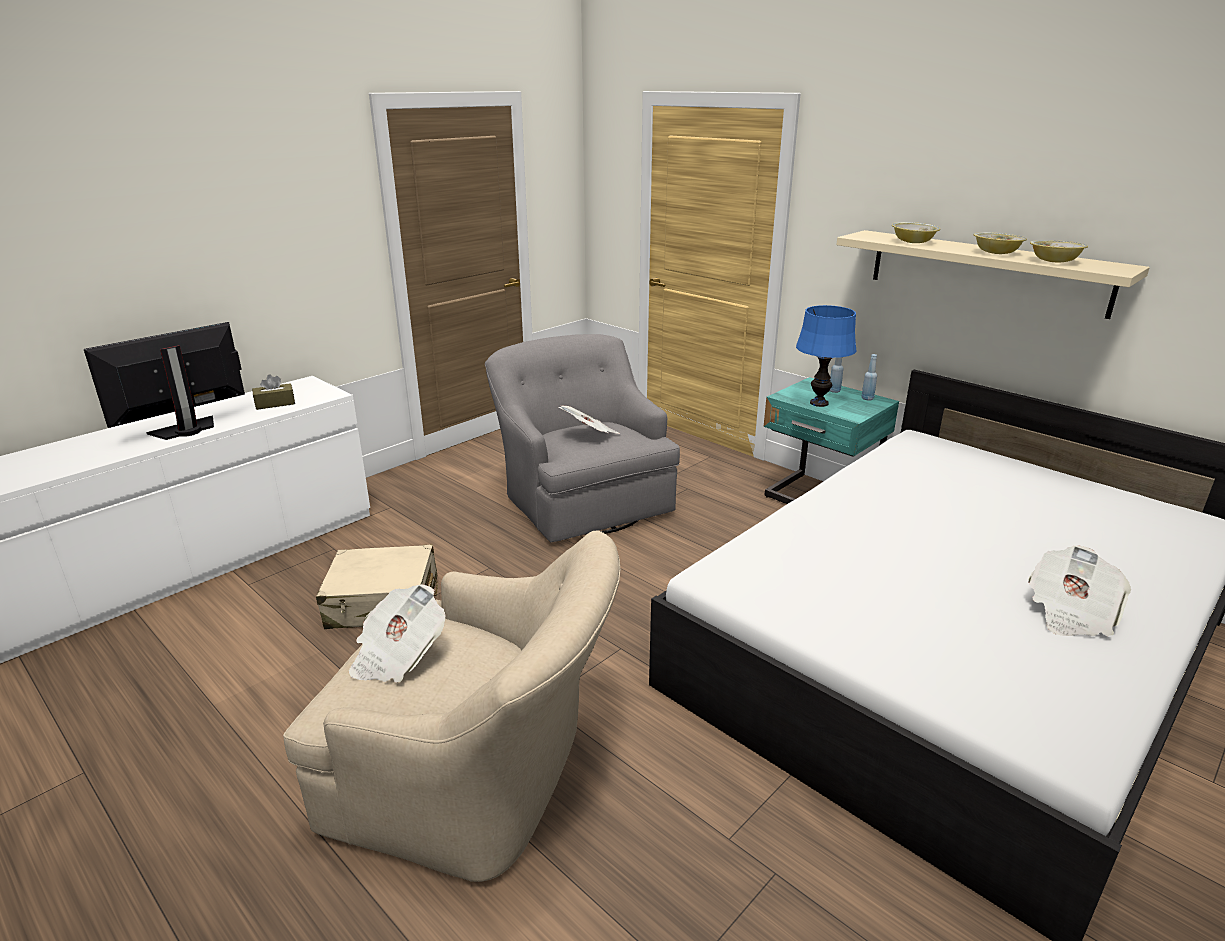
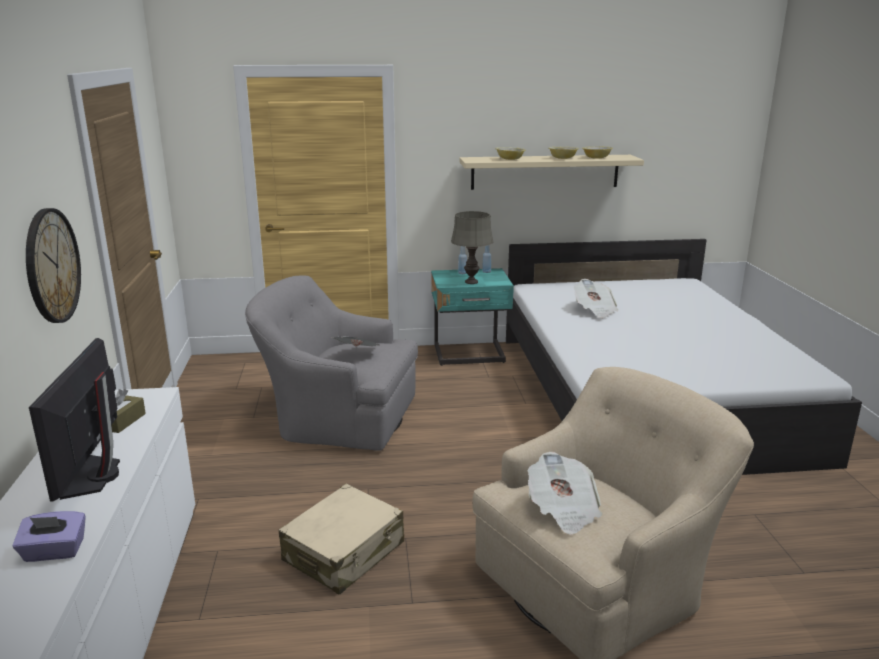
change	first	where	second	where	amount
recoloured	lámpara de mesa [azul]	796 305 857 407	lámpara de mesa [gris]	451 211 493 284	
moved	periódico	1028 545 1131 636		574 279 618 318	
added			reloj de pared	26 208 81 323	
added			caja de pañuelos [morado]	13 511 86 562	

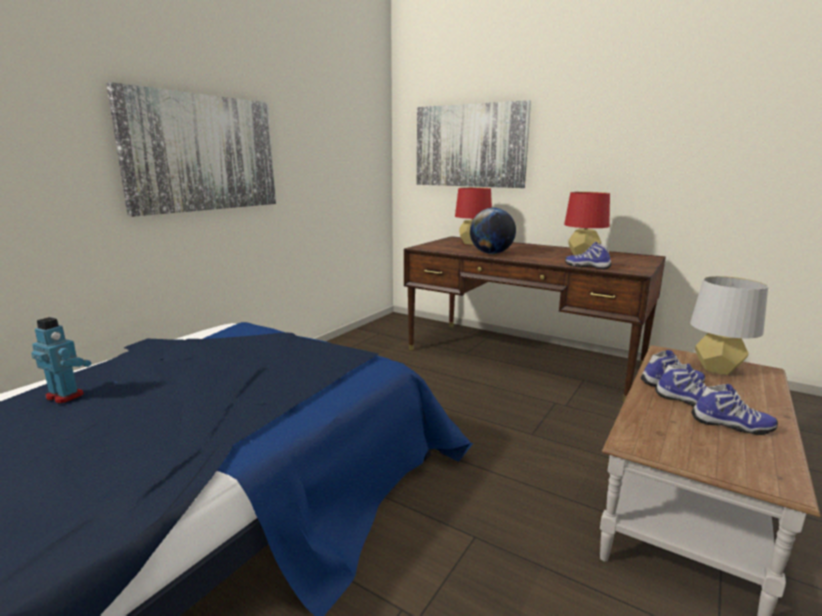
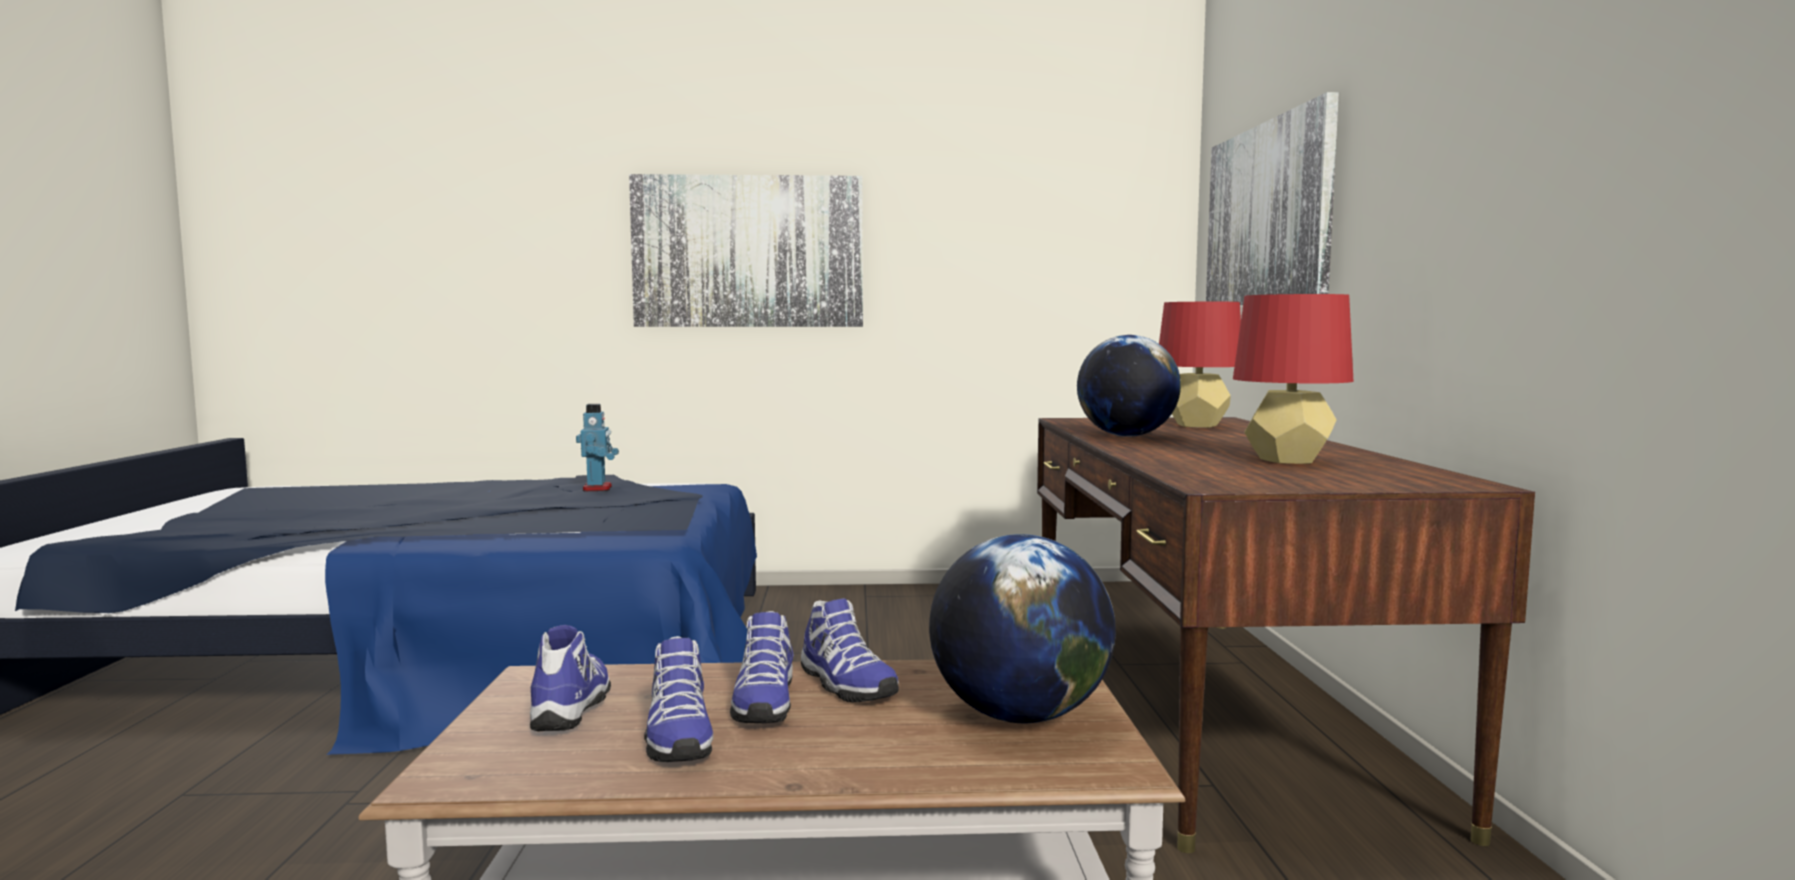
change	first	where	second	where	amount
moved	zapato	565 242 612 269		530 625 611 731	
replaced	lámpara de mesa [gris]	690 276 768 375	globo terráqueo	929 534 1116 723	
moved	robot de juguete	31 317 91 404		576 404 619 491	

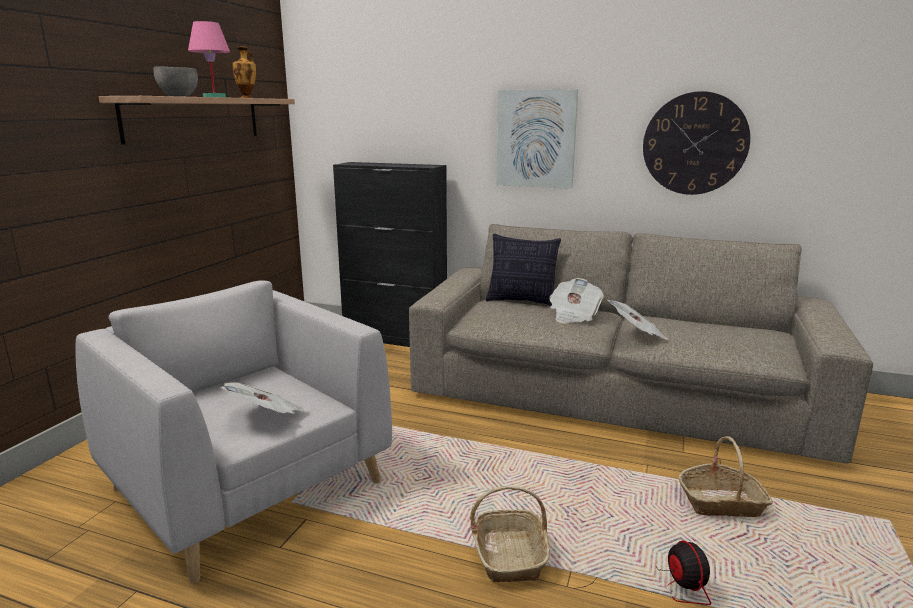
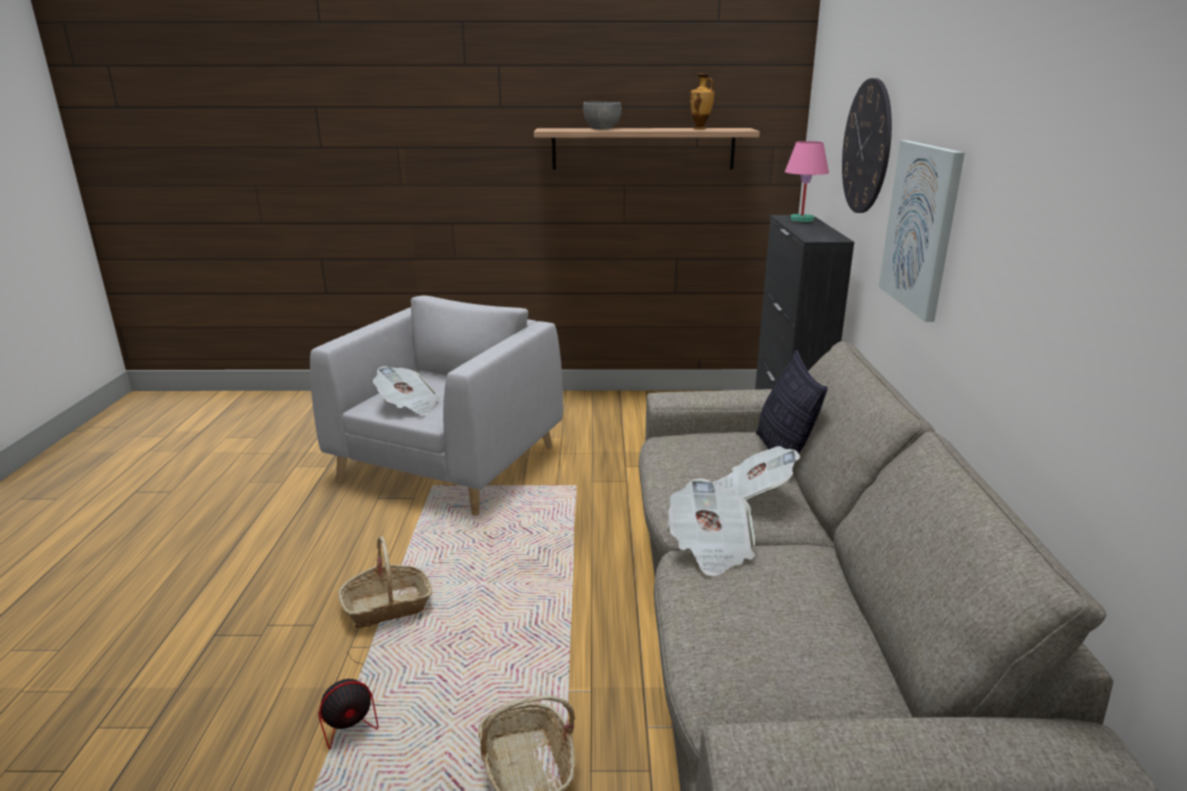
change	first	where	second	where	amount
moved	lámpara de mesa [rosa]	188 21 230 97		785 141 829 222	
moved	reloj de pared	643 91 750 195		842 78 892 213	

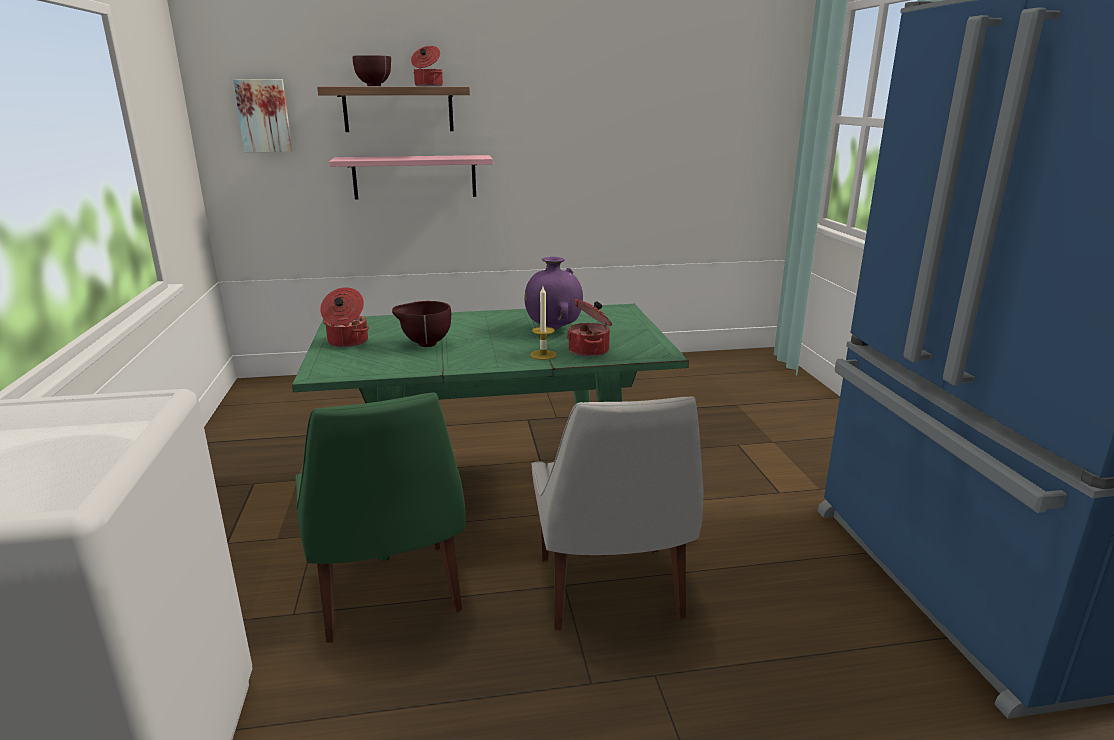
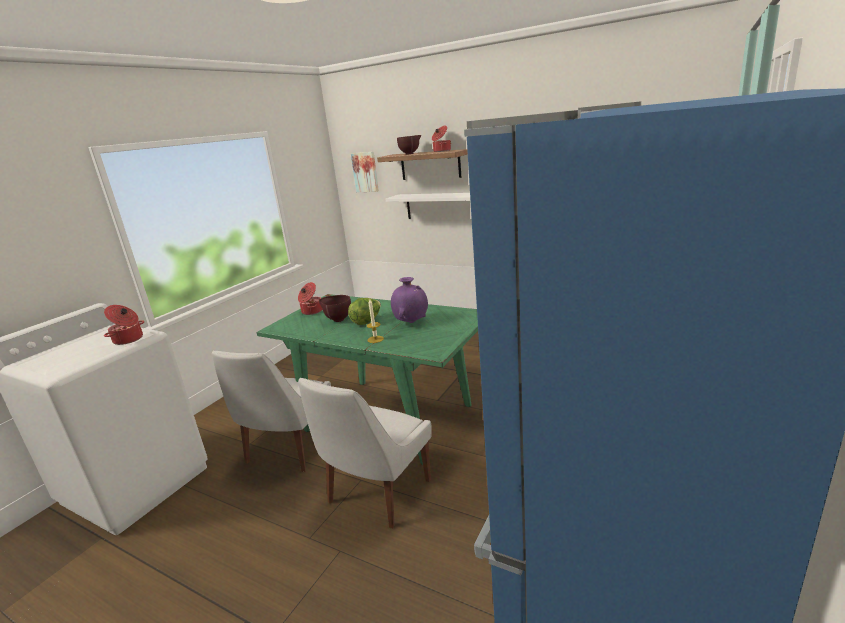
change	first	where	second	where	amount
recoloured	estante [rosa]	329 155 493 200	estante [blanco]	385 193 470 219	
moved	olla	567 299 612 357		104 305 144 345	
recoloured	silla [verde]	295 392 466 643	silla [blanco]	212 351 331 472	
added			lechuga	348 298 381 325	

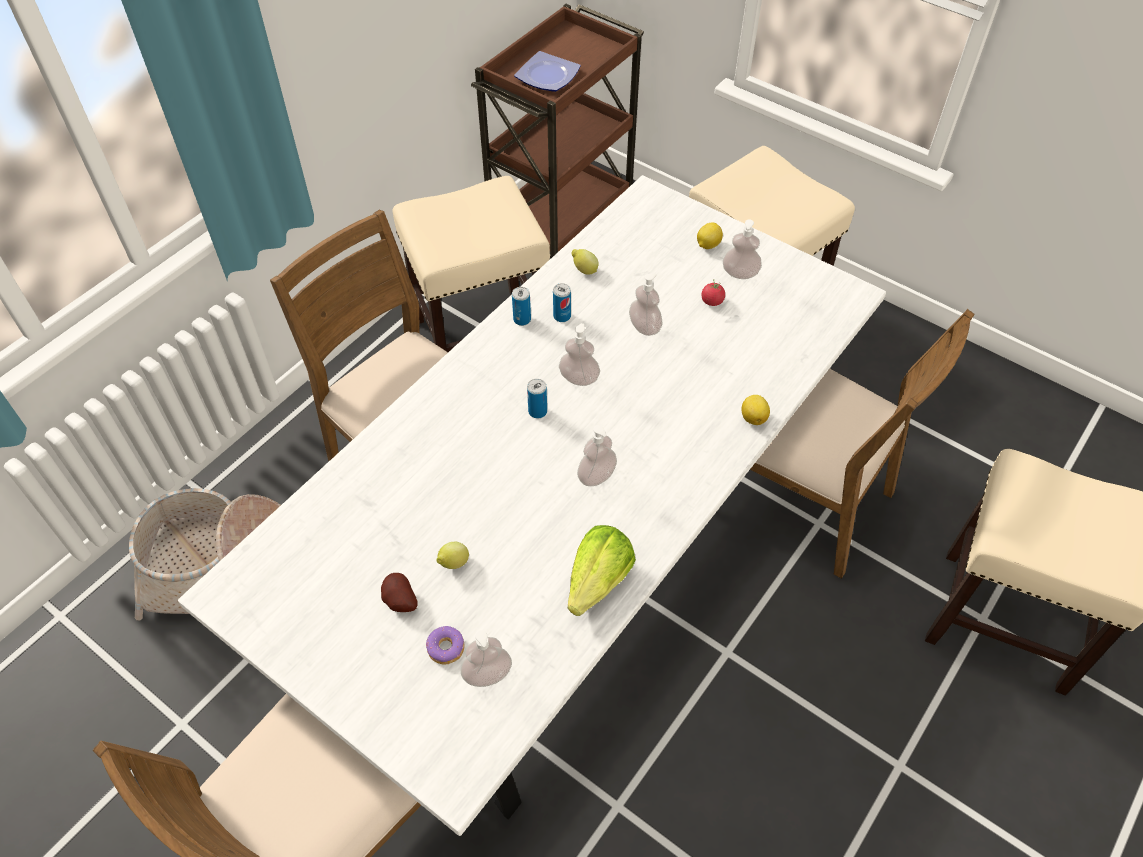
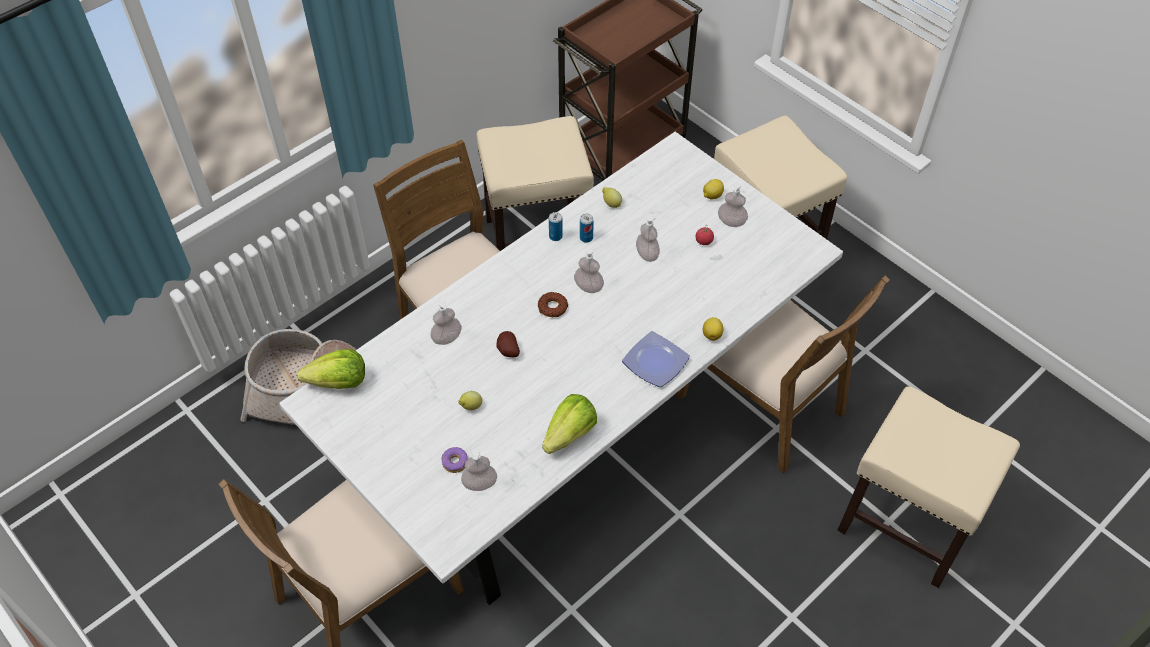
change	first	where	second	where	amount
moved	plato	514 51 581 92		622 331 690 387	
replaced	lata	527 379 547 419	rosquilla	538 292 568 317	
moved	dispensador de jabón	577 425 617 486		430 300 462 345	
moved	patata	381 573 418 612		496 331 520 357	
added			lechuga	297 349 365 389	

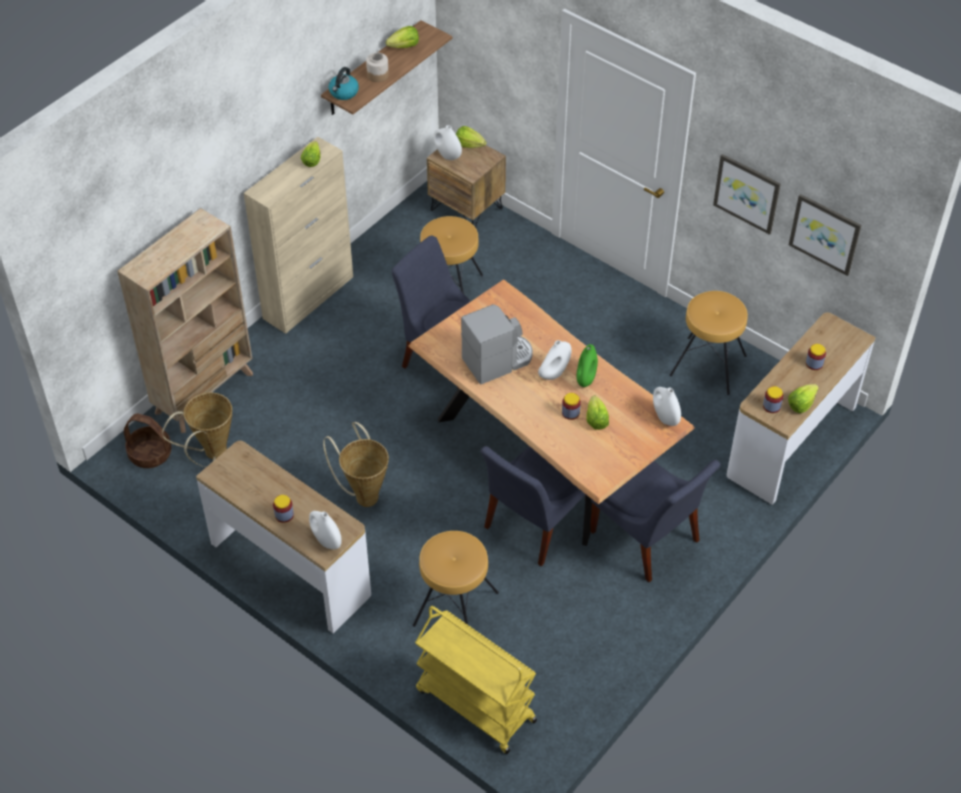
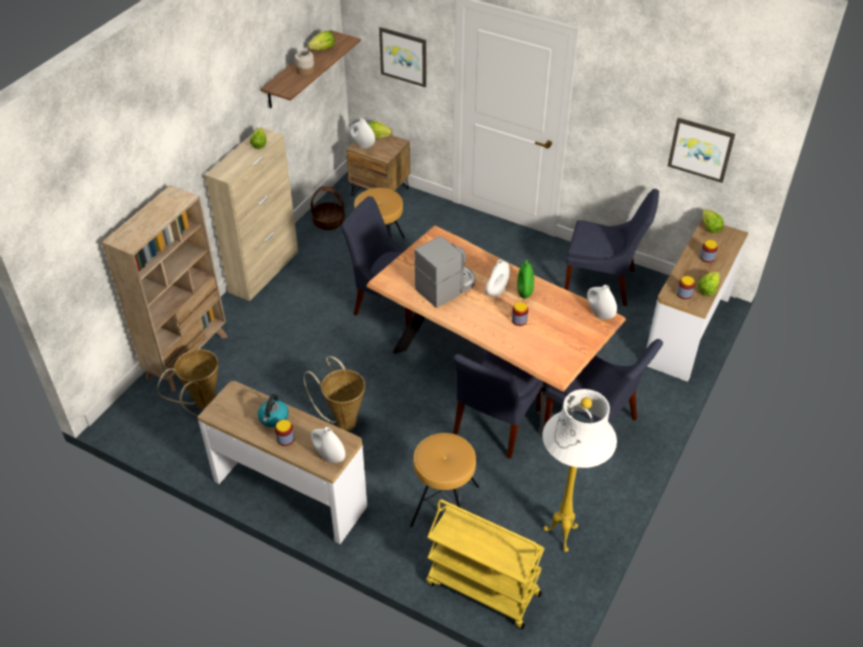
change	first	where	second	where	amount
moved	hervidor	329 67 359 100		258 394 289 427	
moved	cuadro	713 154 781 235		379 27 427 87	
replaced	taburete [marrón]	670 291 748 395	silla [azul]	565 189 659 306	
moved	lechuga	586 396 609 430		702 209 724 233	
moved	cesta	124 413 172 468		311 186 345 230	
added			lámpara de pie [blanco]	542 389 617 552	

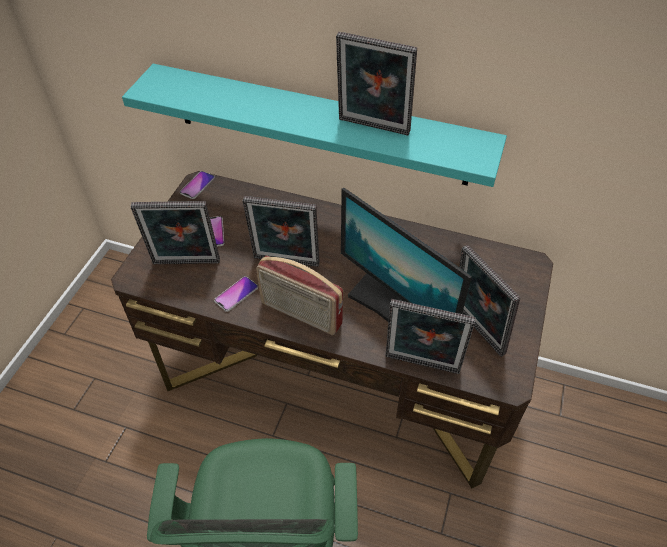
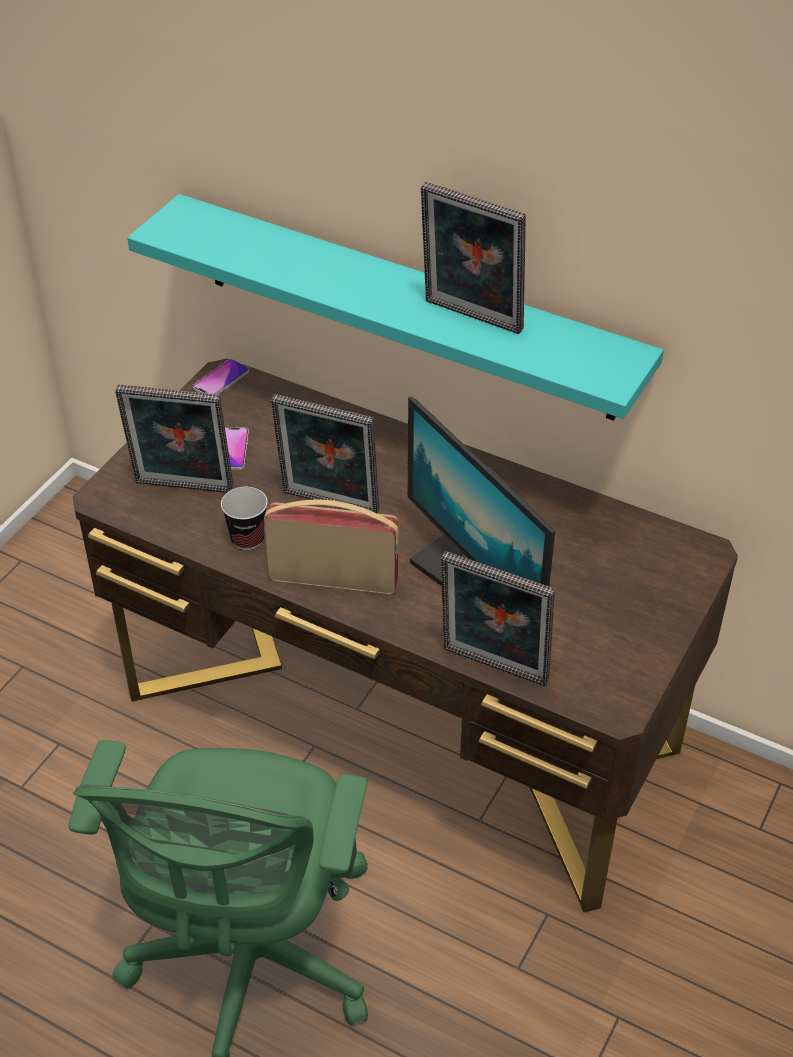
change	first	where	second	where	amount
removed	portarretratos	459 245 520 357			
turned	radio	256 255 343 335		264 500 399 594	150 degrees clockwise
replaced	móvil	214 276 258 312	taza	221 487 268 550	

